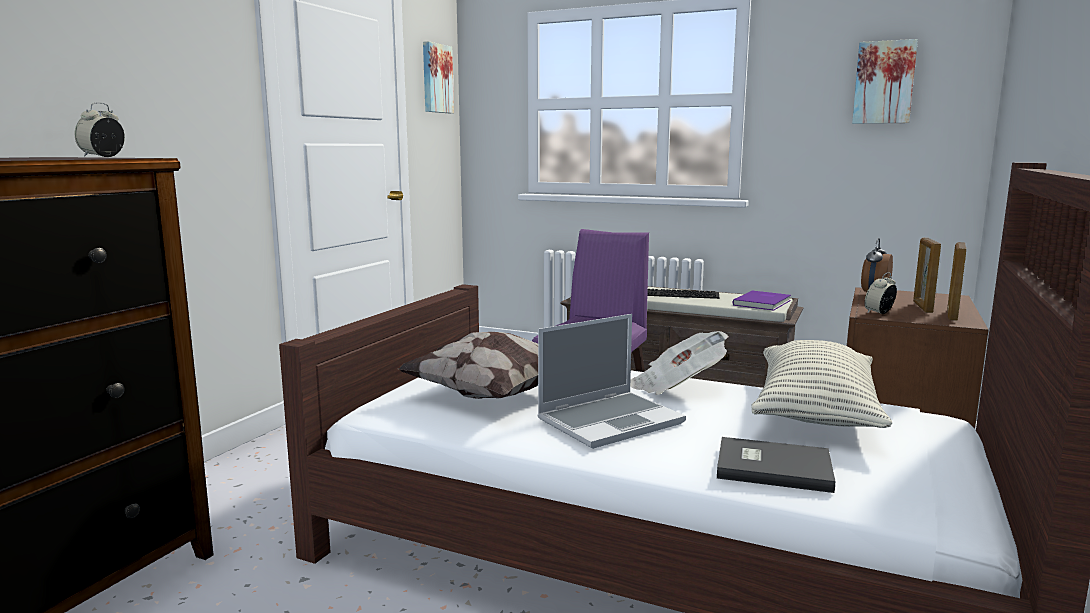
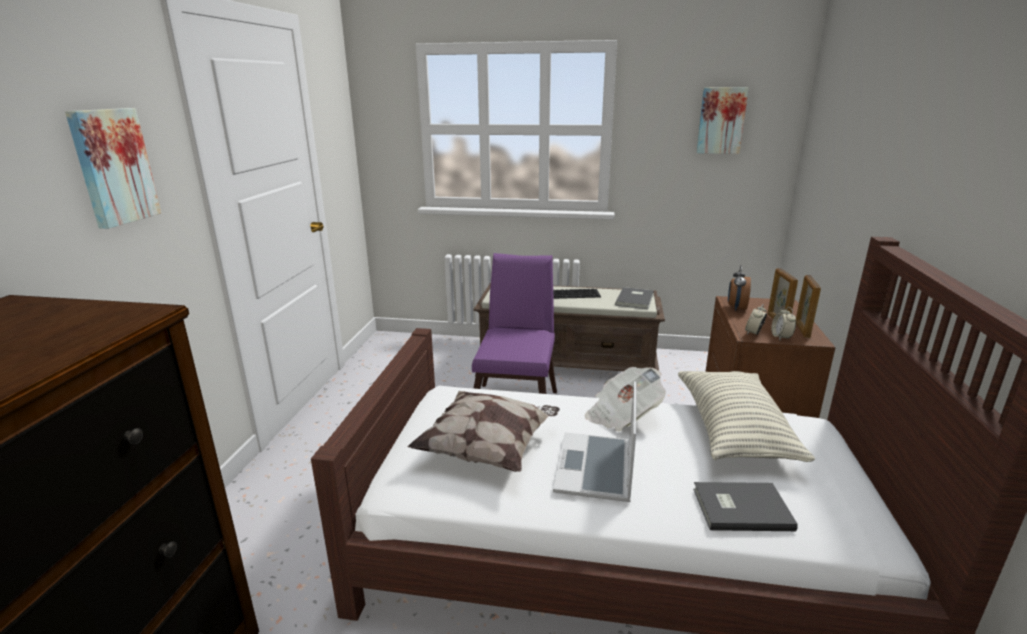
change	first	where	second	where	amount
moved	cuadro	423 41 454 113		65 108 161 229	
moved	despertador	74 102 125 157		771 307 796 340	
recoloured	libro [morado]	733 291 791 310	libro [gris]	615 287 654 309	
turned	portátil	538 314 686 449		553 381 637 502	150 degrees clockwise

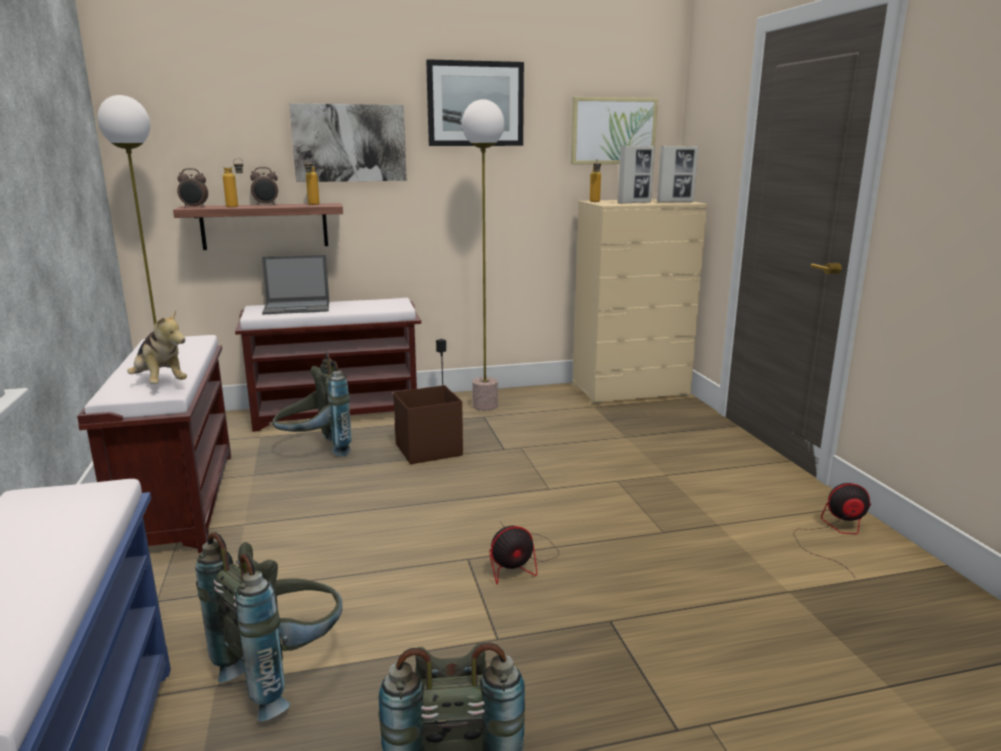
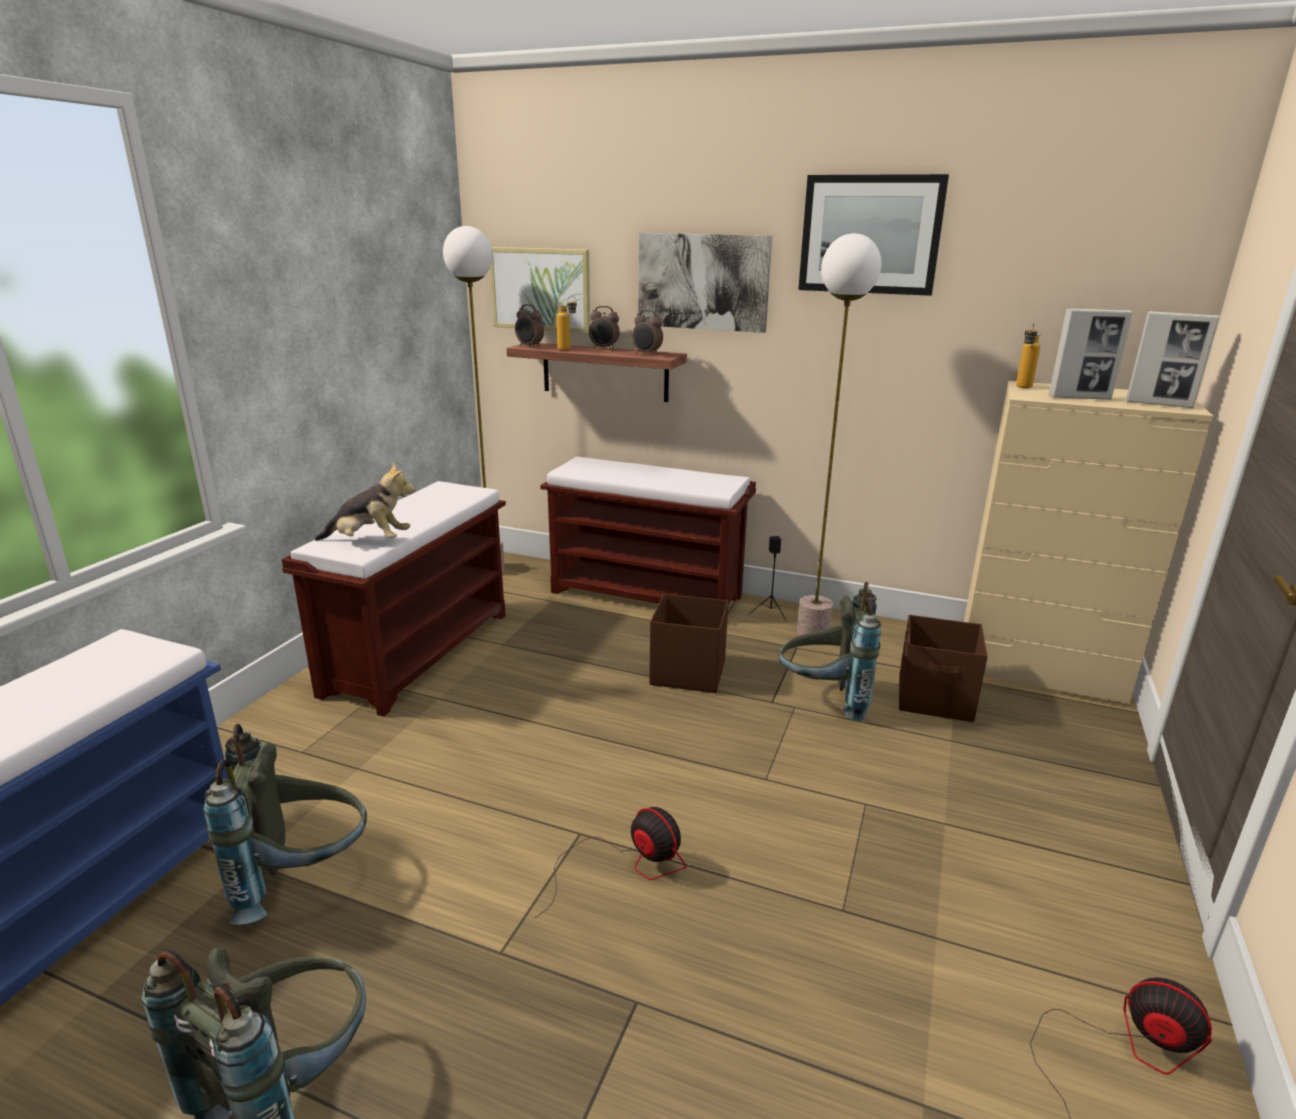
change	first	where	second	where	amount
moved	cuadro	571 97 658 164		490 247 590 333	
replaced	botella	304 158 320 205	despertador	632 310 663 356	
removed	portátil	262 255 329 314			
turned	peluche	127 310 187 384		315 462 415 541	75 degrees counterclockwise
moved	mochila [gris]	272 352 352 457		778 582 881 721	
turned	ventilador	489 522 559 585		535 807 686 918	150 degrees counterclockwise
added			caja de almacenaje [marrón]	899 615 988 722	

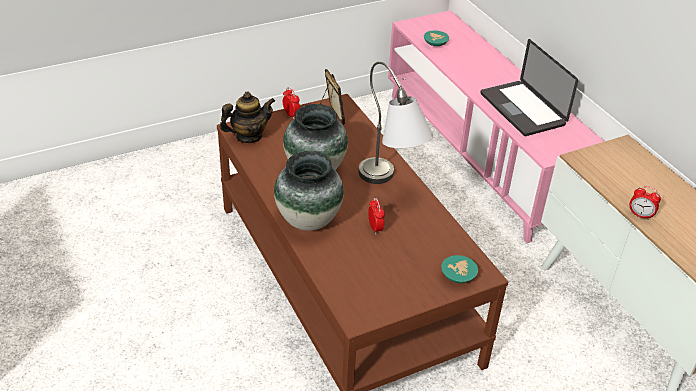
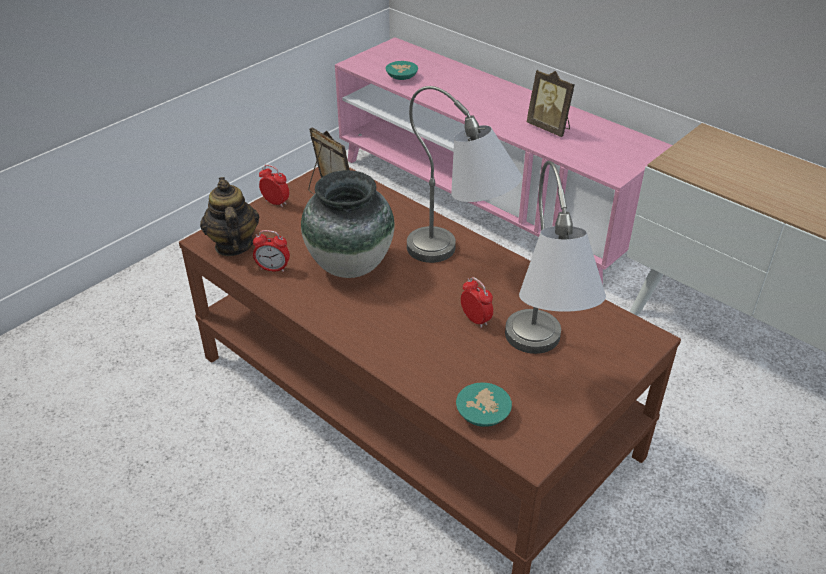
change	first	where	second	where	amount
replaced	portátil	481 39 578 136	portarretratos	526 70 575 137	
turned	tetera	220 91 275 143		200 177 260 256	60 degrees counterclockwise
removed	florero	274 151 344 231			
moved	despertador	629 186 661 220		253 230 290 272	
moved	cuenco [turquesa]	441 255 478 283		456 382 512 427	
added			lámpara de mesa [gris]	505 161 606 354	

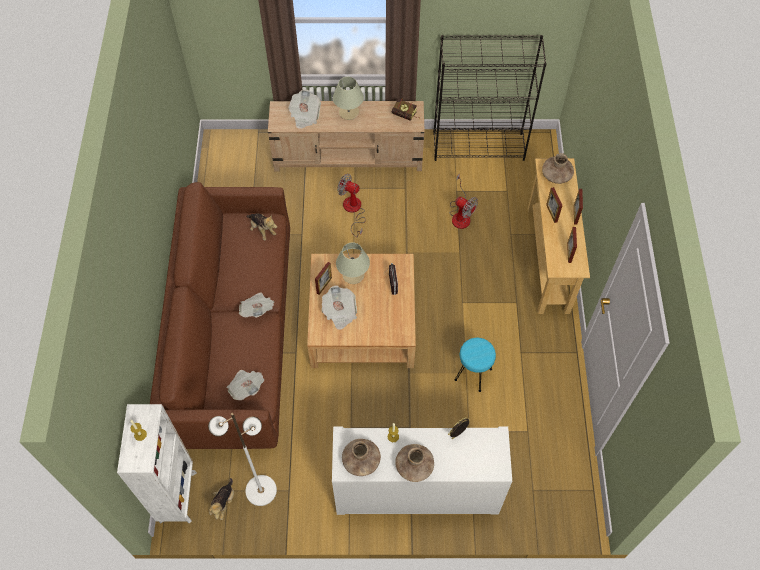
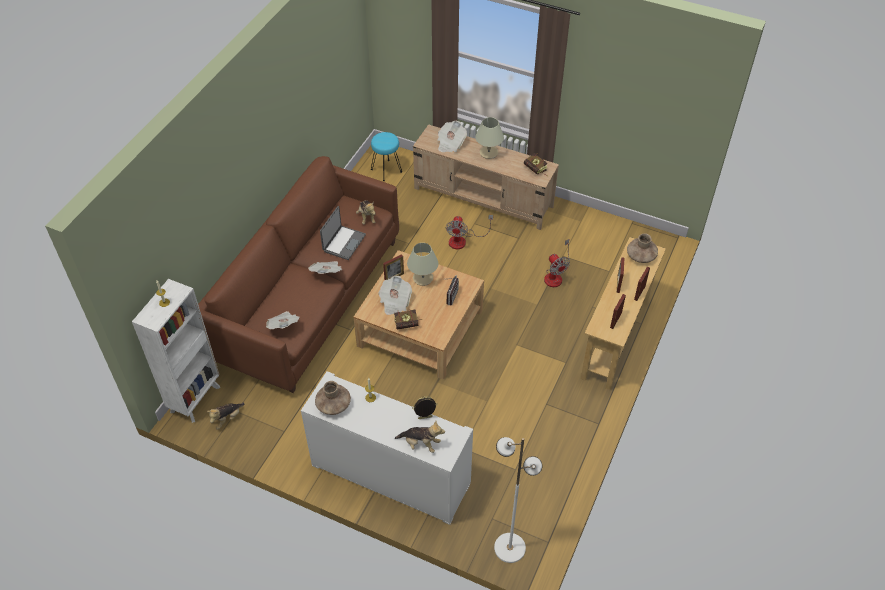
change	first	where	second	where	amount
removed	estantería [negro]	433 35 547 161			
turned	ventilador	337 174 366 237		446 215 493 249	135 degrees counterclockwise
moved	taburete [turquesa]	454 338 496 392		371 132 402 181	
moved	lámpara de pie [blanco]	208 413 277 506		494 437 542 563	
removed	florero [marrón]	395 444 434 482			
added			portátil	320 206 366 260	
added			libro	394 310 422 330	
added			peluche	394 421 445 453	

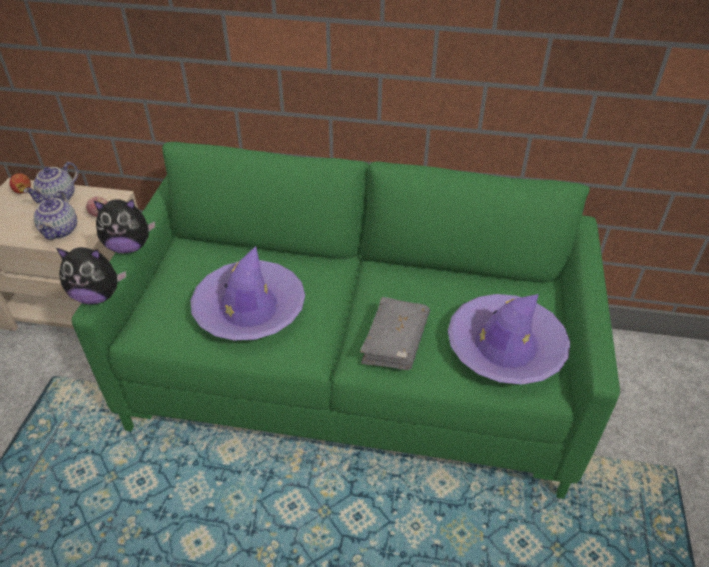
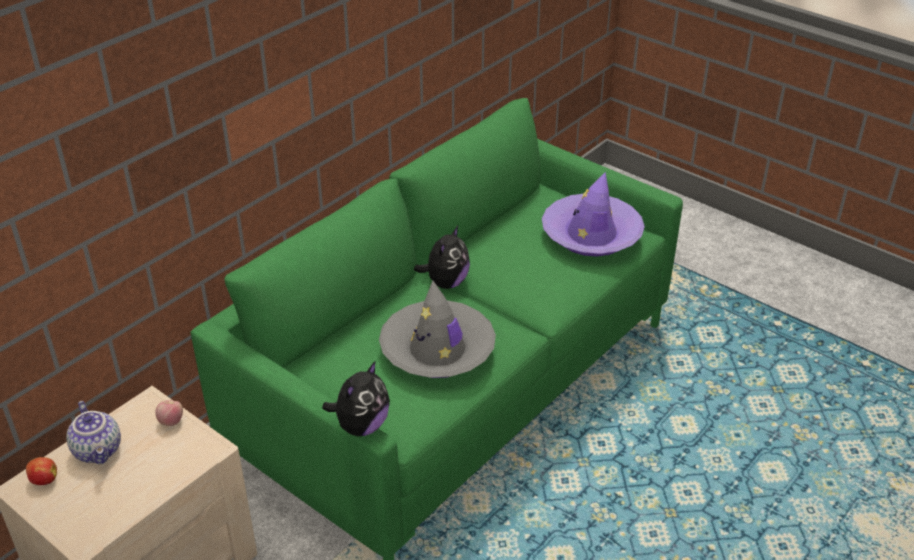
change	first	where	second	where	amount
removed	tetera	34 190 77 240			
moved	peluche	93 199 155 253		414 226 470 289	
recoloured	sombrero [morado]	190 246 305 341	sombrero [gris]	379 281 496 378	
removed	libro [gris]	360 297 430 370			

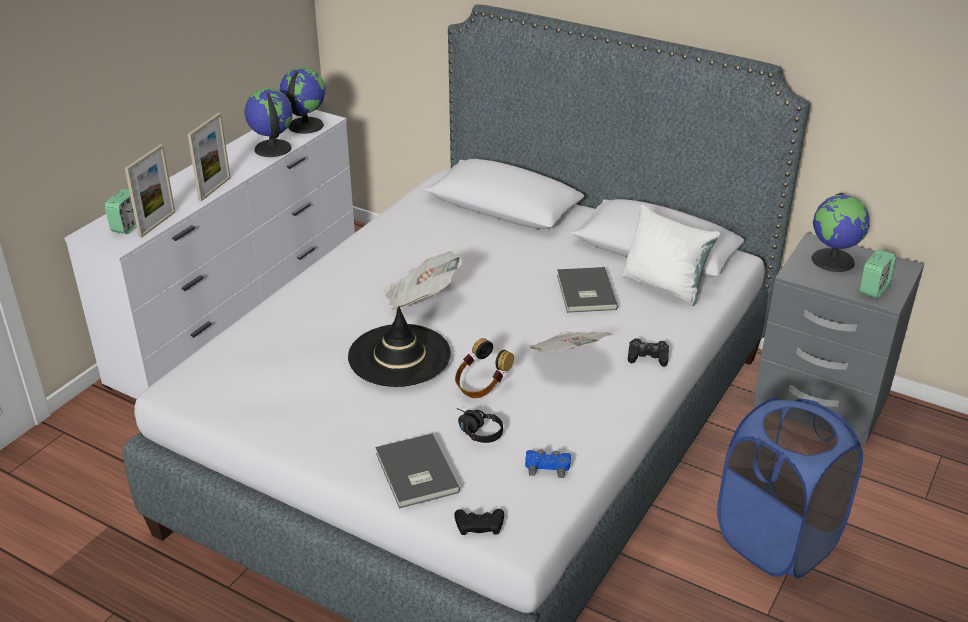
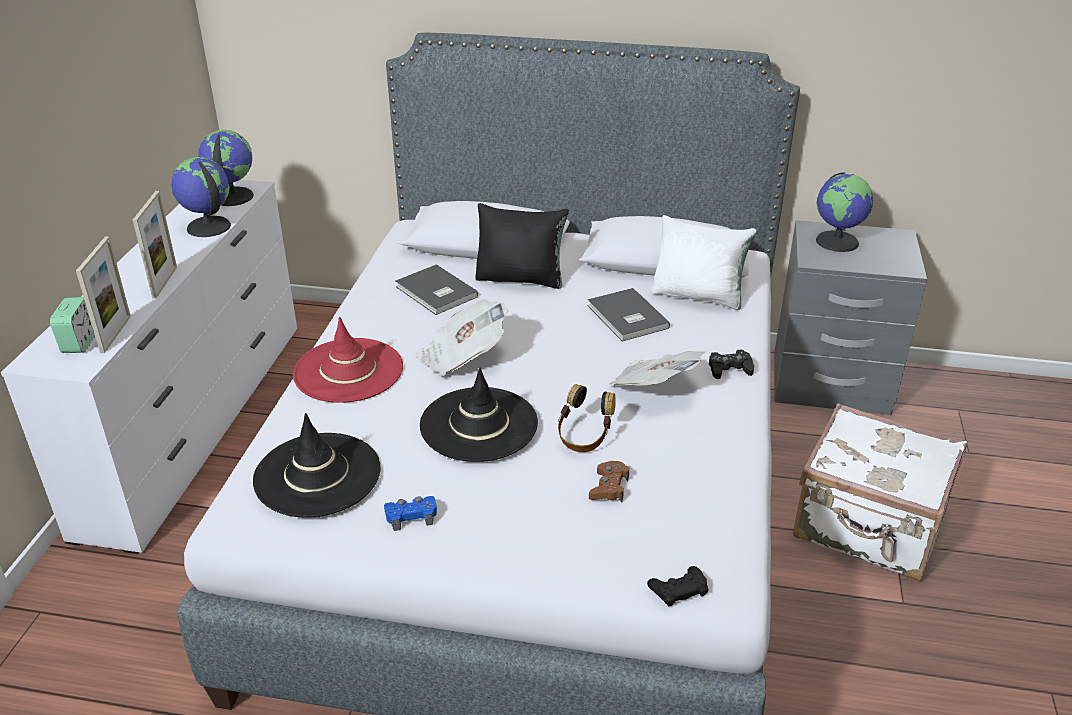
change	first	where	second	where	amount
removed	despertador	860 249 896 298			
replaced	cesto de la ropa [azul]	717 397 863 579	maleta [blanco]	793 403 967 581	
replaced	auriculares [negro]	456 408 503 443	mando de consola [marrón]	589 461 629 502	
moved	libro [gris]	376 433 460 509		396 264 478 315	
moved	mando de consola [azul]	525 449 571 478		384 496 437 531	
added			cojín [negro]	475 203 569 289	
added			sombrero [rojo]	293 317 403 403	
added			sombrero [negro]	253 413 381 518	

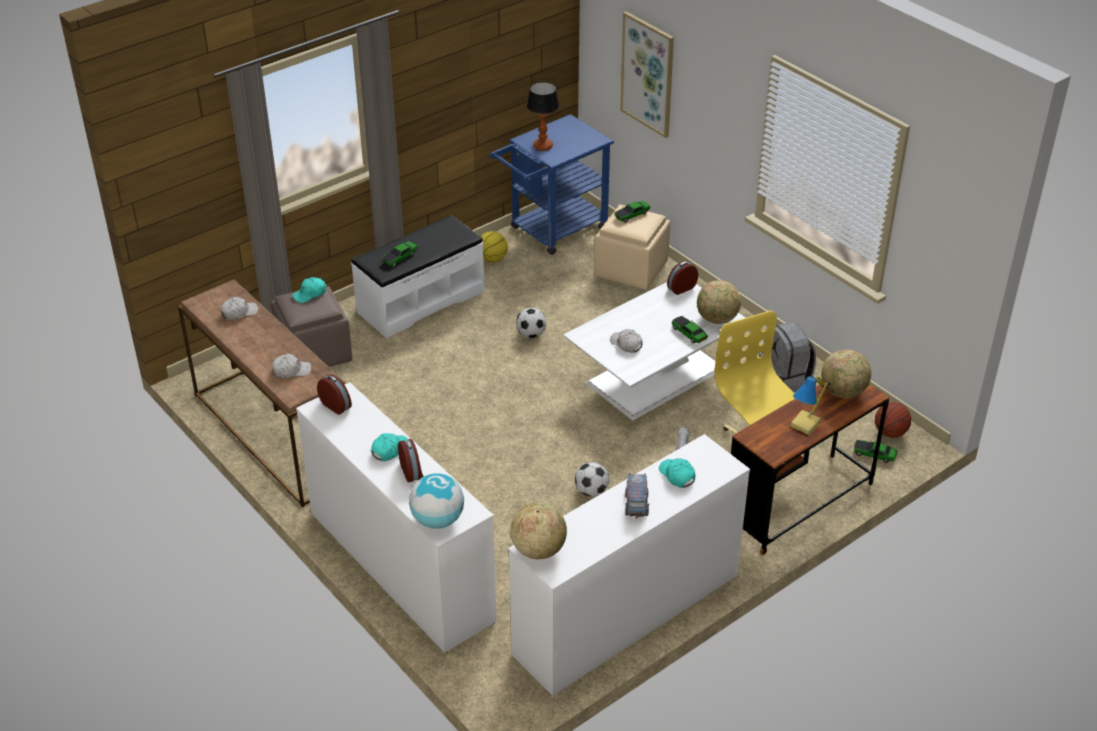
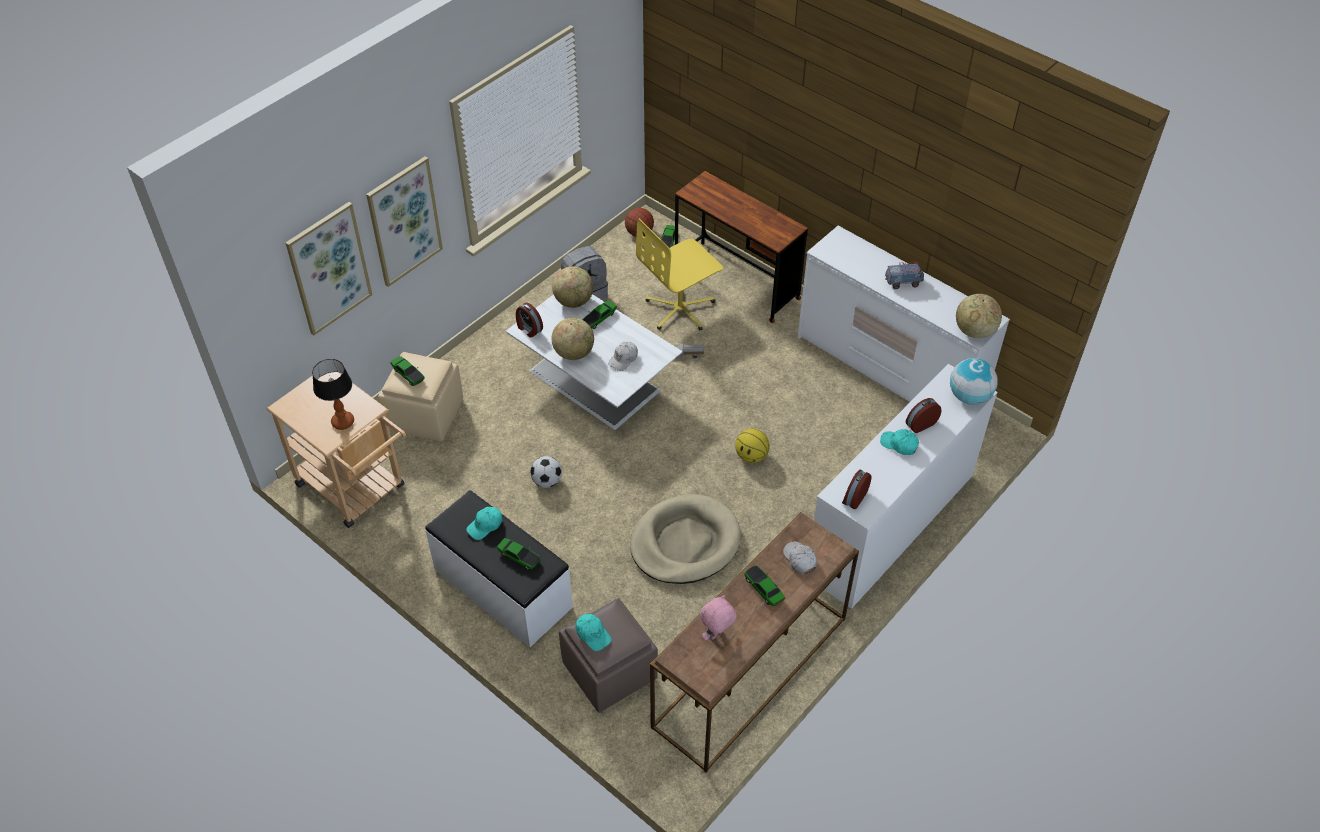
change	first	where	second	where	amount
recoloured	carrito [azul]	490 114 614 255	carrito [beis]	266 372 406 528	
moved	balón de baloncesto	481 231 508 263		735 429 770 463	
replaced	gorra [blanco]	220 297 258 320	peluche [rosa]	700 595 737 640	
moved	globo terráqueo	821 350 871 398		551 317 594 360	
removed	lámpara de mesa	790 376 830 435			
moved	gorra [turquesa]	659 458 695 488		466 507 502 540	
removed	balón de fútbol	575 462 609 497			
added			cuadro	366 156 443 287	
added			cama para perro [beis]	630 494 741 584	
added			coche de juguete	744 565 785 607	

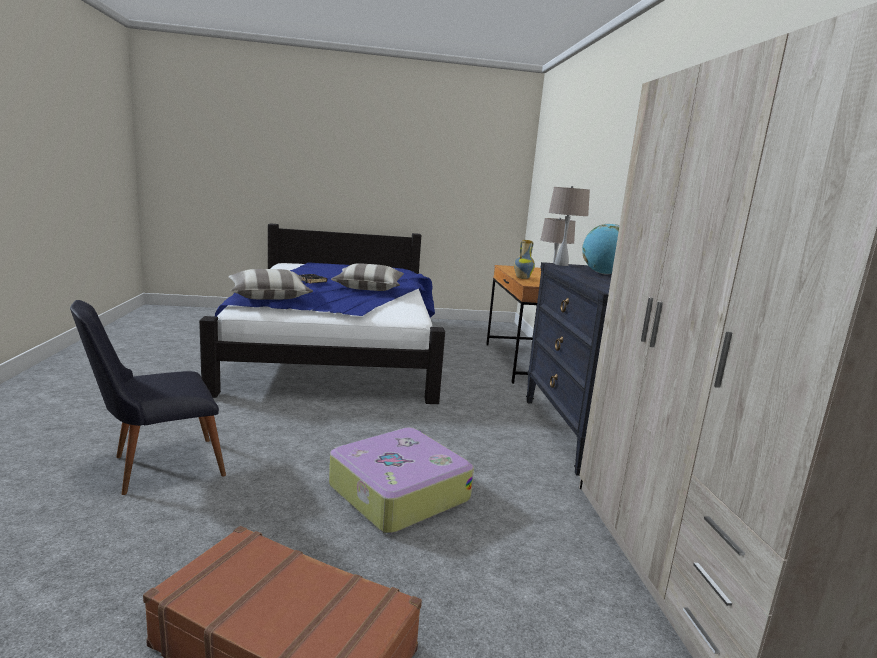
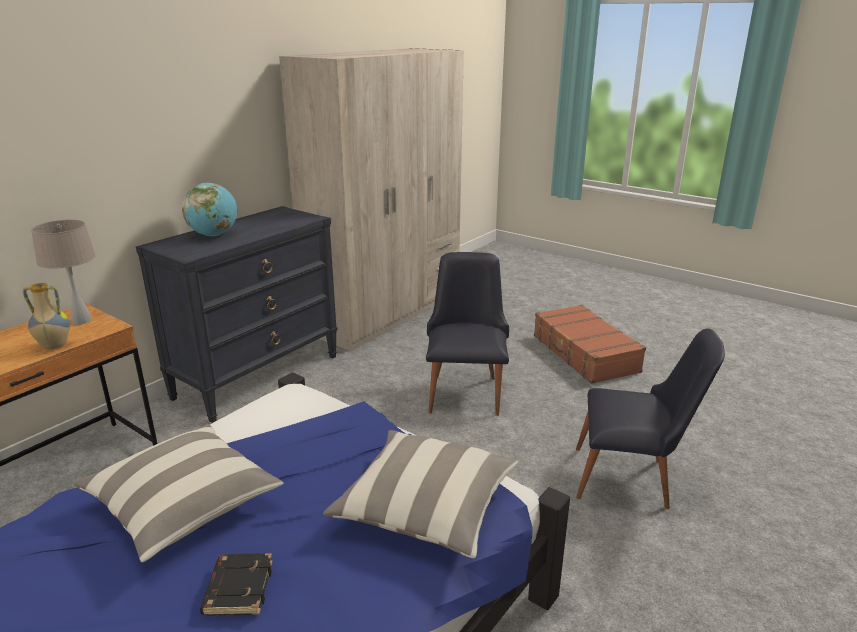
change	first	where	second	where	amount
removed	lámpara de mesa [beis]	549 186 590 266			
replaced	maleta	329 428 474 533	silla [negro]	426 252 509 416	

